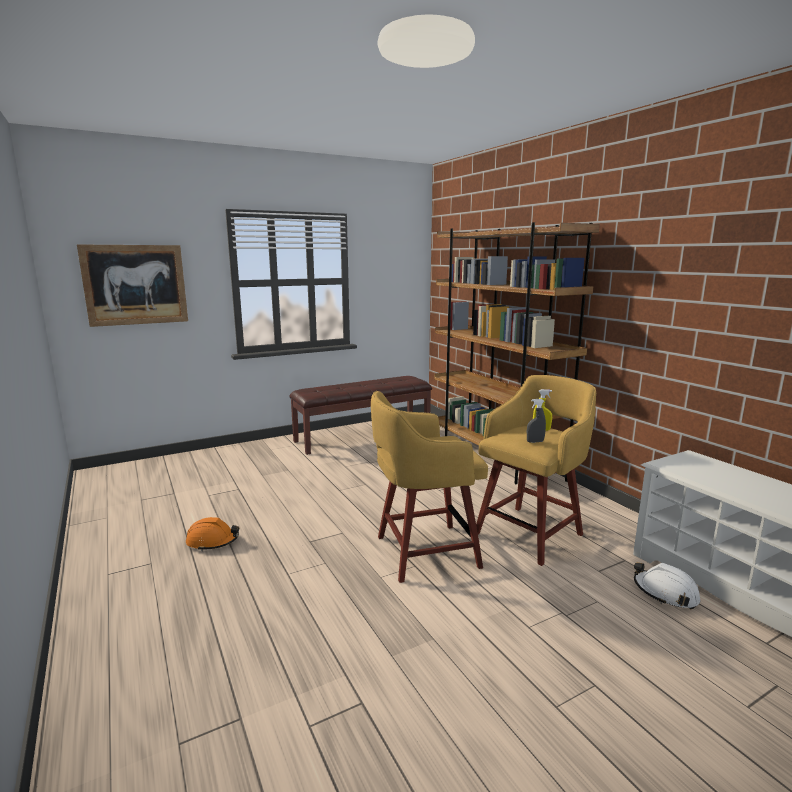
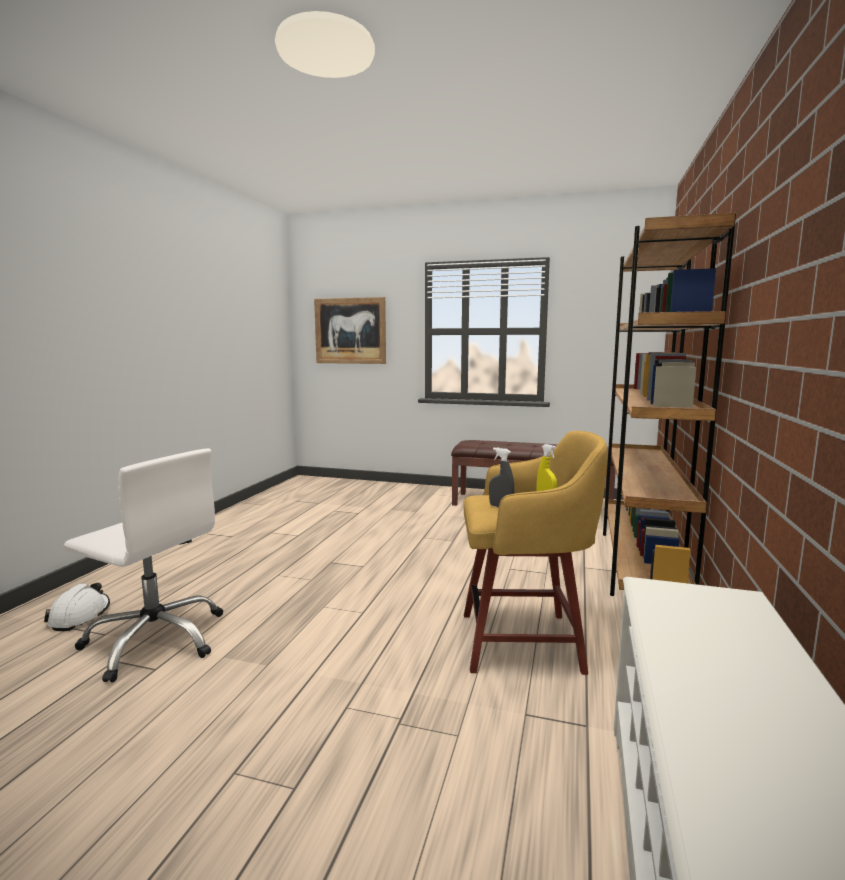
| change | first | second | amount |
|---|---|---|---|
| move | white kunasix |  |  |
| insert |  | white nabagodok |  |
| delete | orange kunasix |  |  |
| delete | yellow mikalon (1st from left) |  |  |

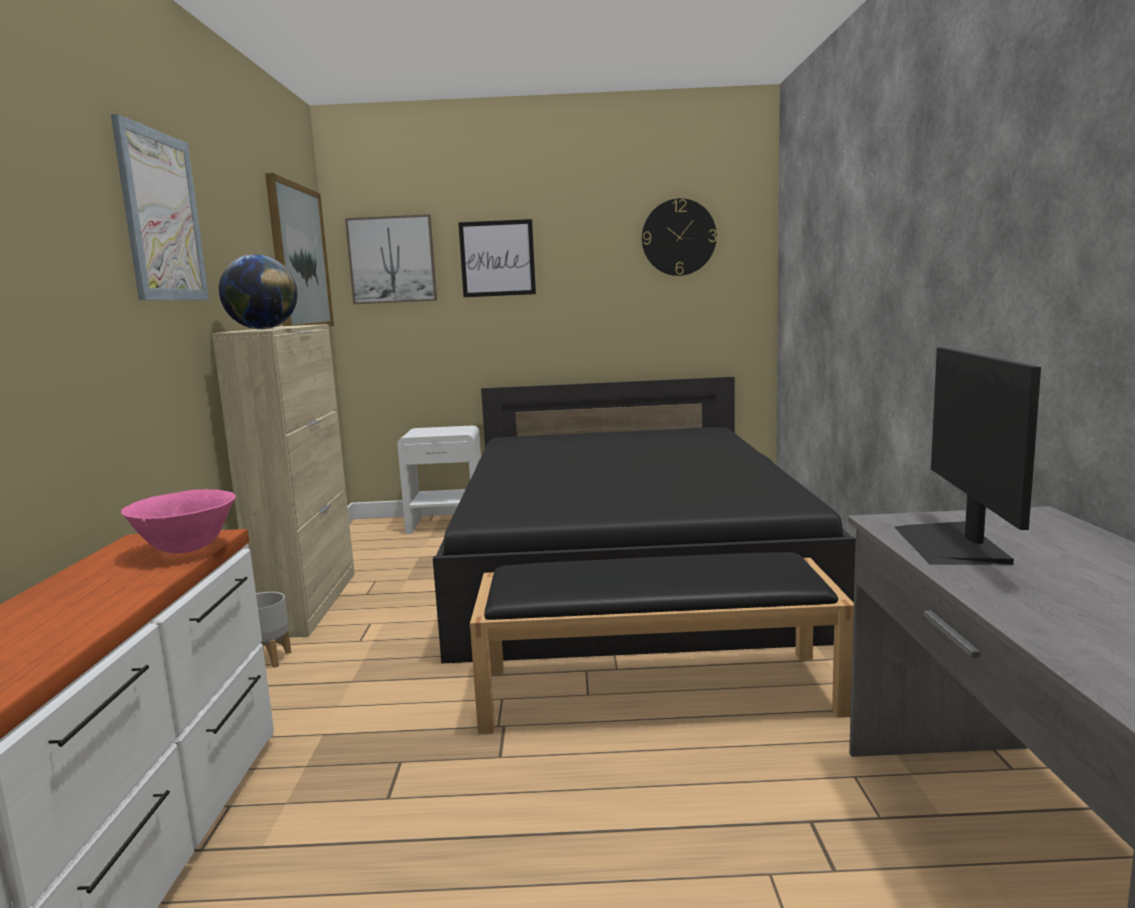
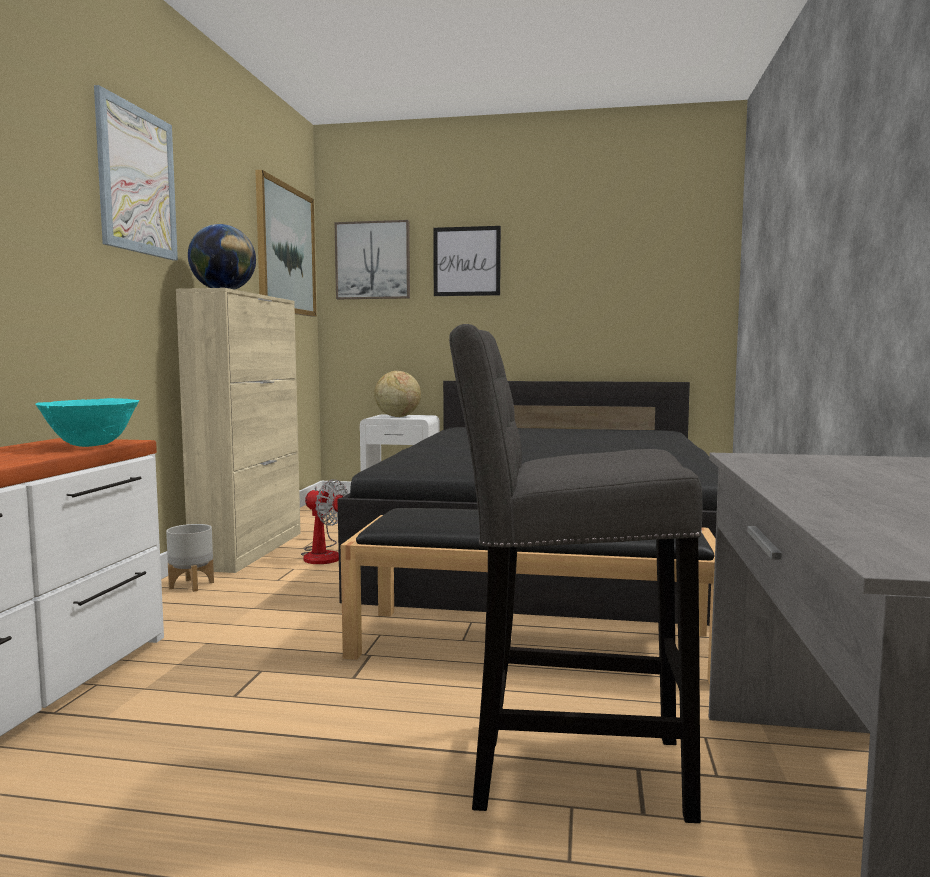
| change | first | second | amount |
|---|---|---|---|
| recolor | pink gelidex | turquoise gelidex |  |
| insert |  | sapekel |  |
| insert |  | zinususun (2nd from left) |  |
| insert |  | grey mikalon |  |
| delete | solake |  |  |
| delete | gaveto |  |  |

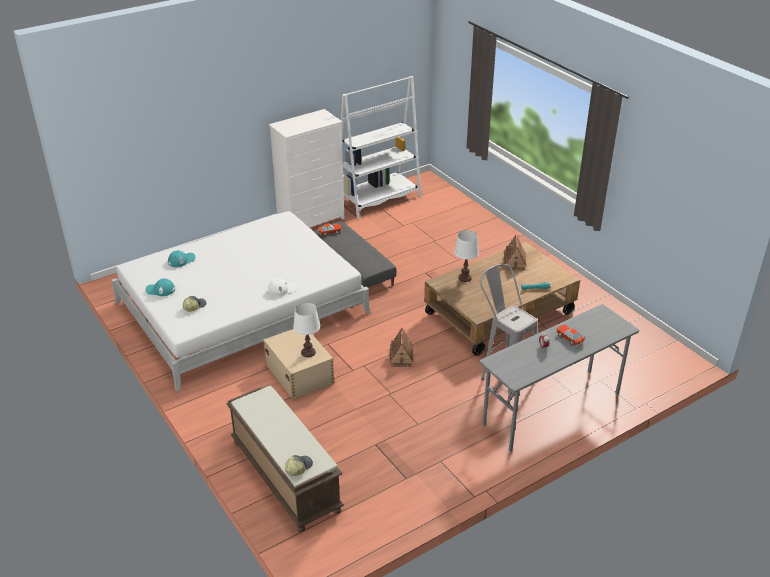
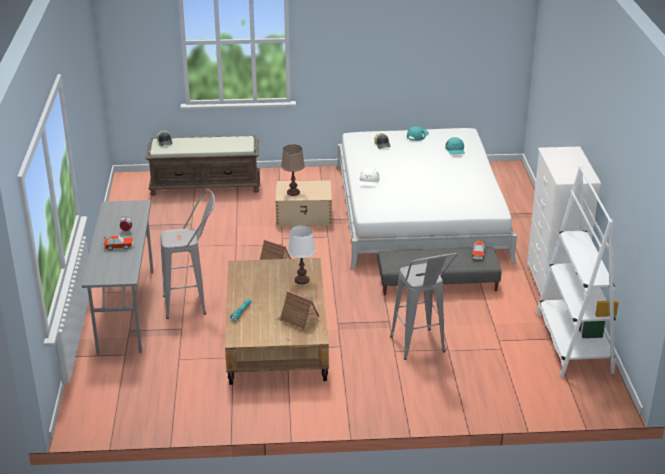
| change | first | second | amount |
|---|---|---|---|
| recolor | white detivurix (1st from left) | brown detivurix |  |
| insert |  | grey mikalon (2nd from left) |  |

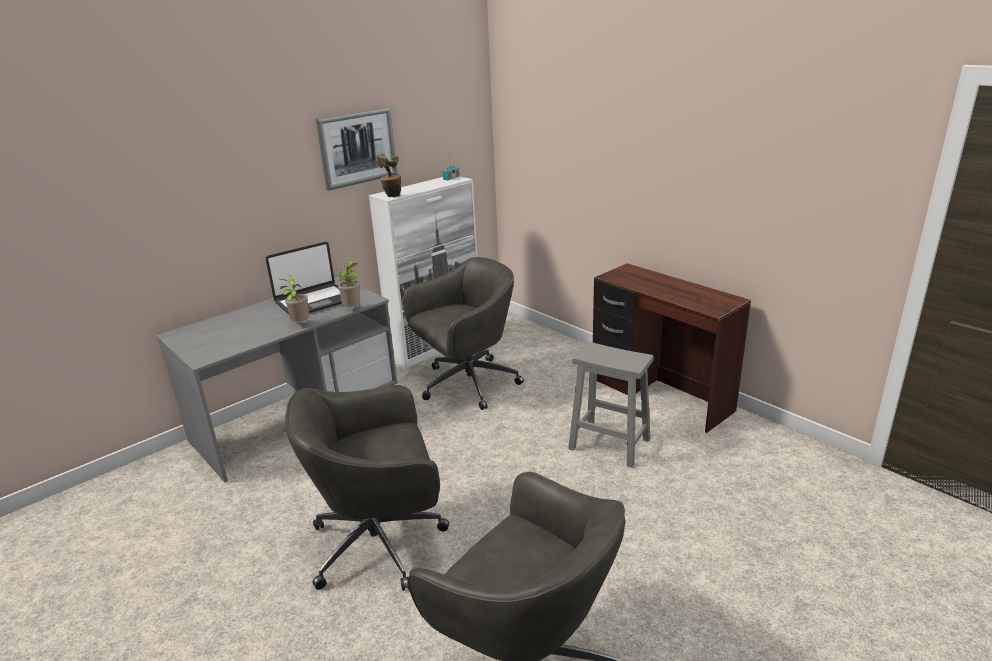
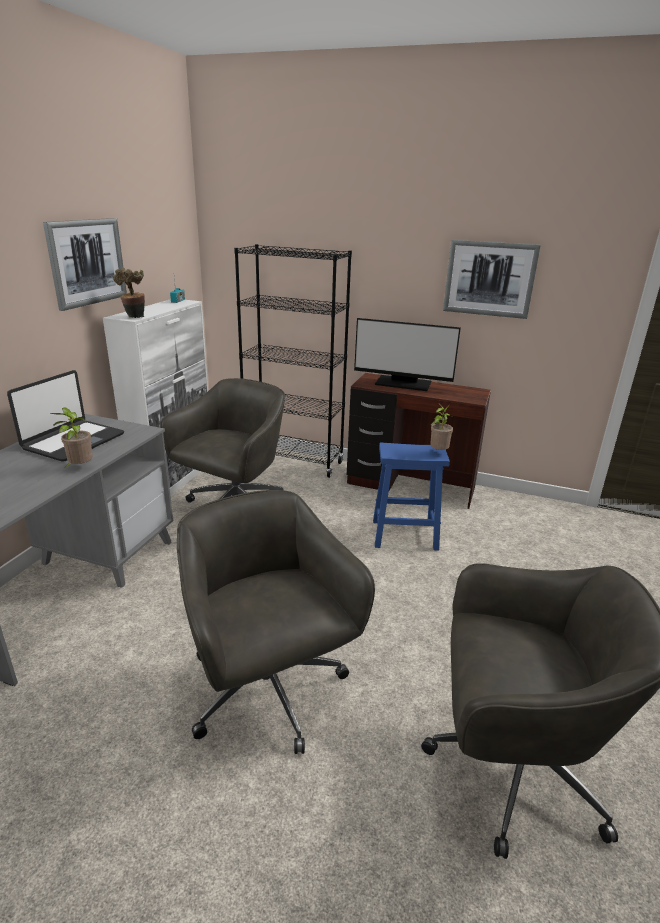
| change | first | second | amount |
|---|---|---|---|
| rotate | grey nabagodok (1st from left in the first image) | grey nabagodok (2nd from left) | 105 degrees clockwise |
| insert |  | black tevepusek |  |
| insert |  | gaveto |  |
| recolor | grey mikalon | blue mikalon |  |
| move | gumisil (2nd from left in the first image) | gumisil (3rd from left) |  |
| insert |  | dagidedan (2nd from left) |  |

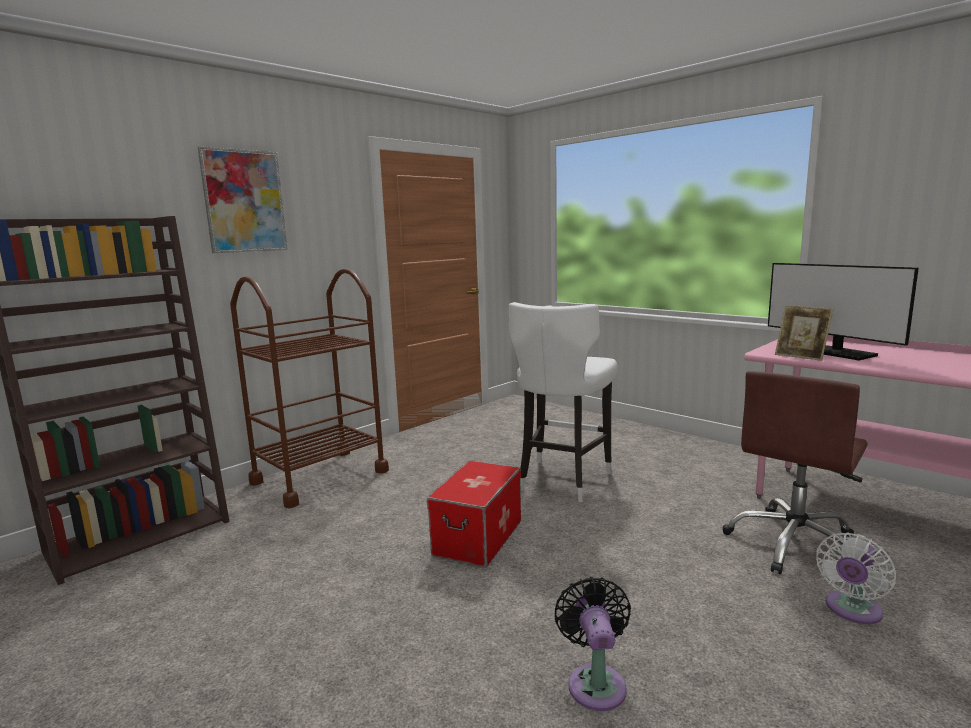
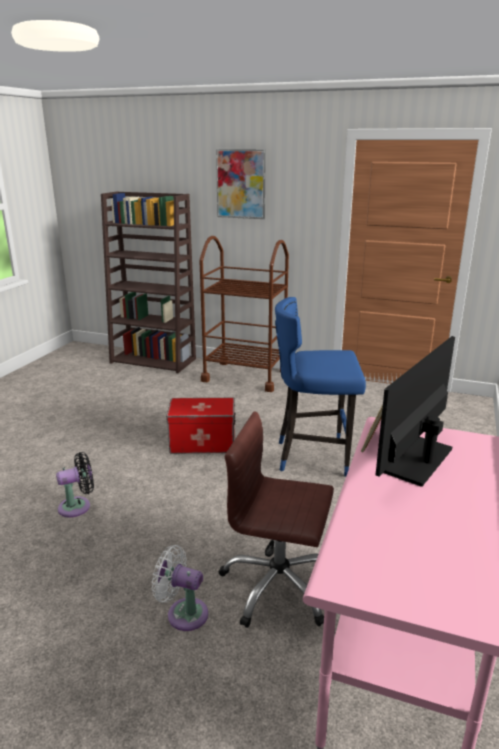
| change | first | second | amount |
|---|---|---|---|
| recolor | white mikalon | blue mikalon |  |

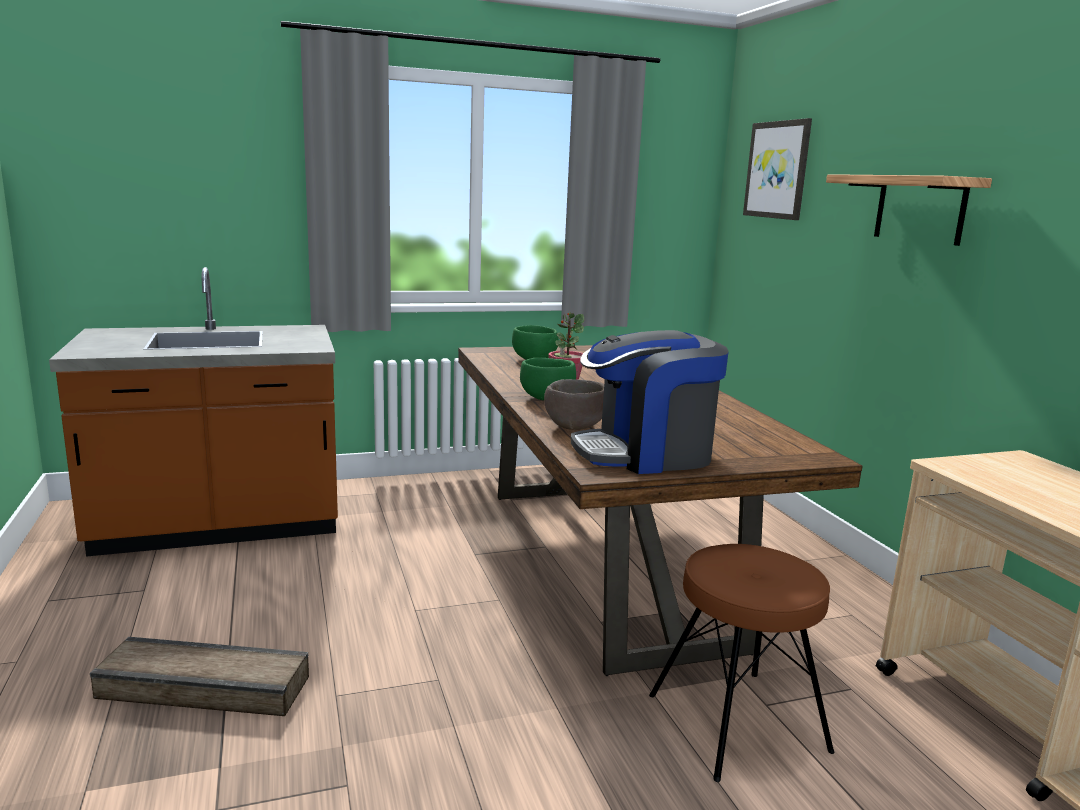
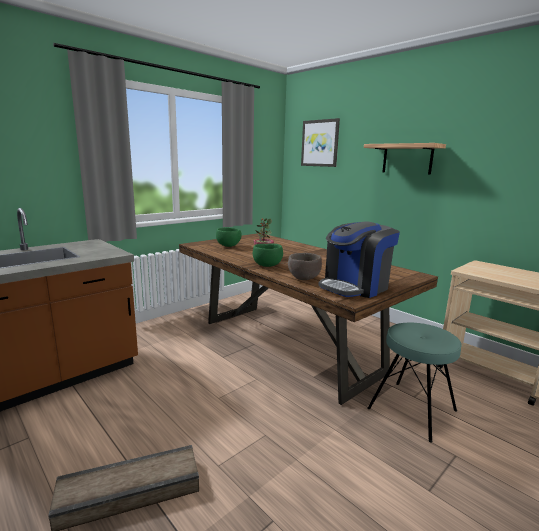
| change | first | second | amount |
|---|---|---|---|
| recolor | brown mikalon | turquoise mikalon |  |

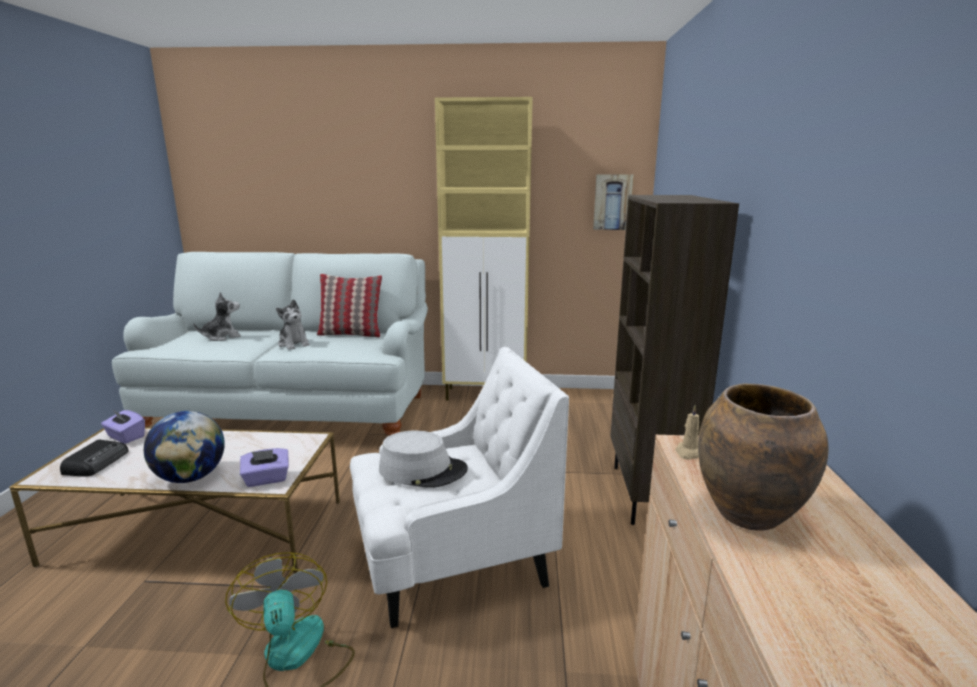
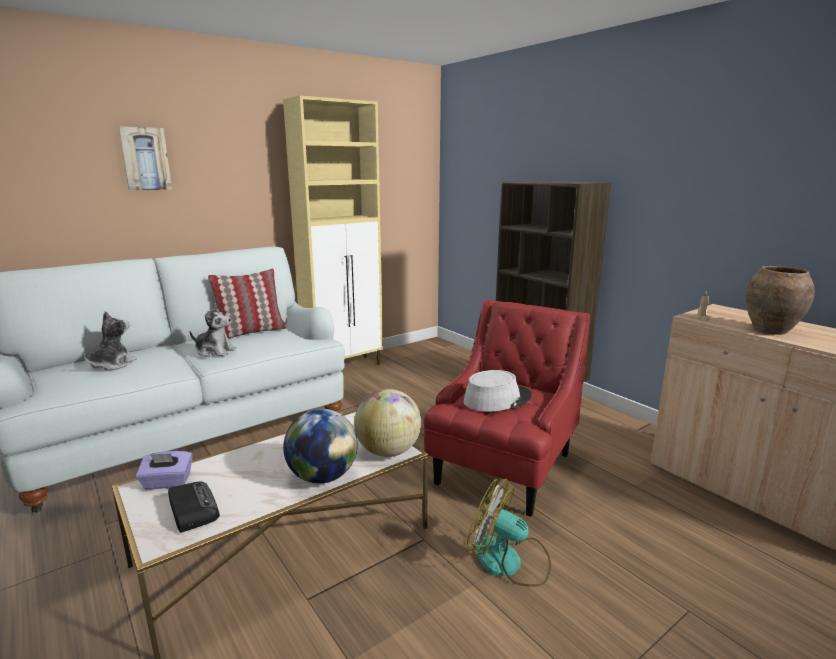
| change | first | second | amount |
|---|---|---|---|
| move | dagidedan |  |  |
| replace | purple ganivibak (2nd from left) | zinususun (2nd from left) |  |
| recolor | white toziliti | red toziliti |  |

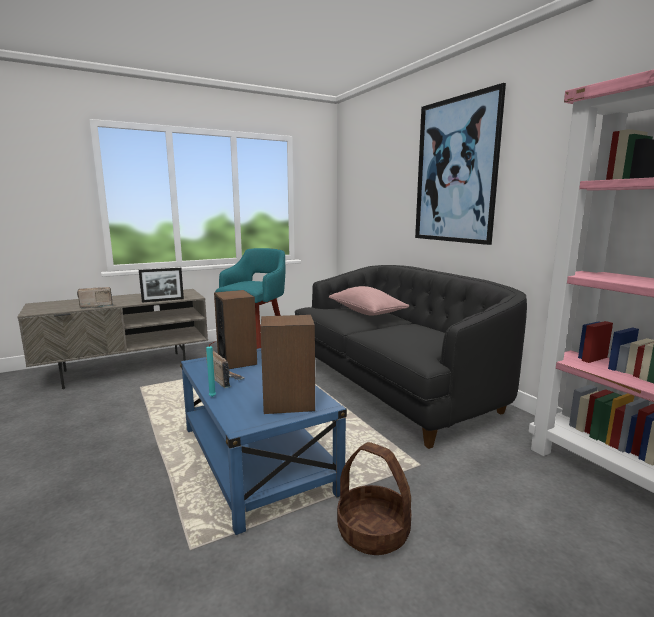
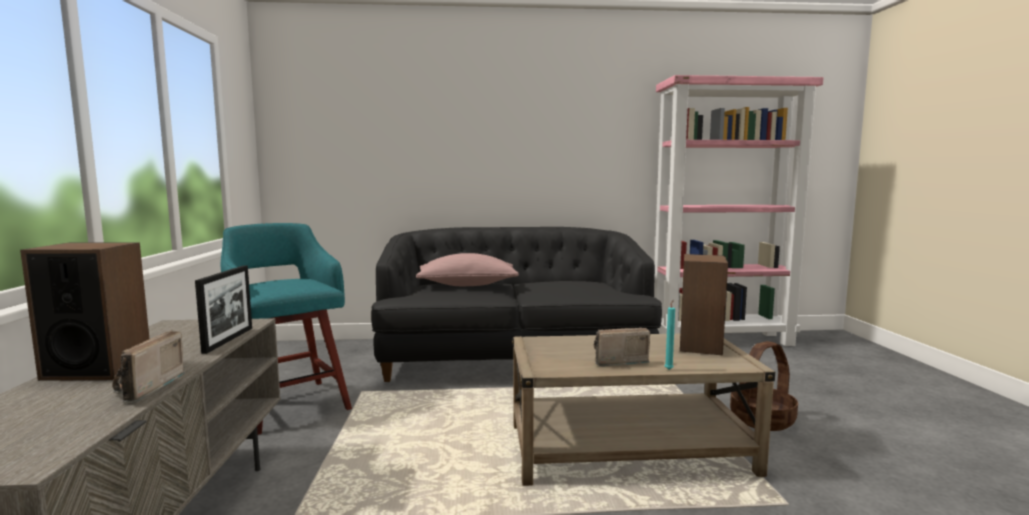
| change | first | second | amount |
|---|---|---|---|
| move | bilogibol (1st from left) |  |  |
| recolor | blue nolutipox | beige nolutipox |  |
| delete | dagidedan |  |  |

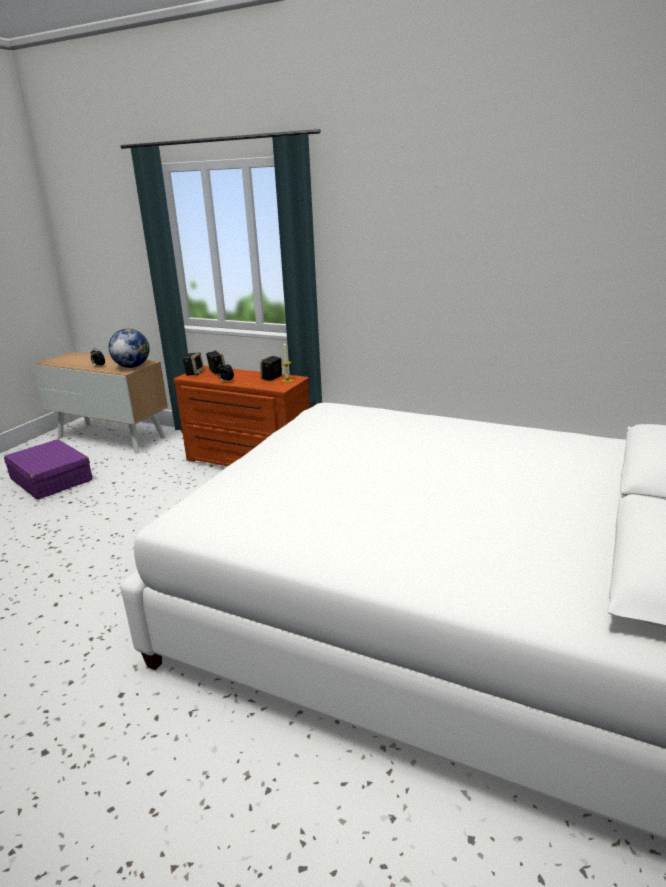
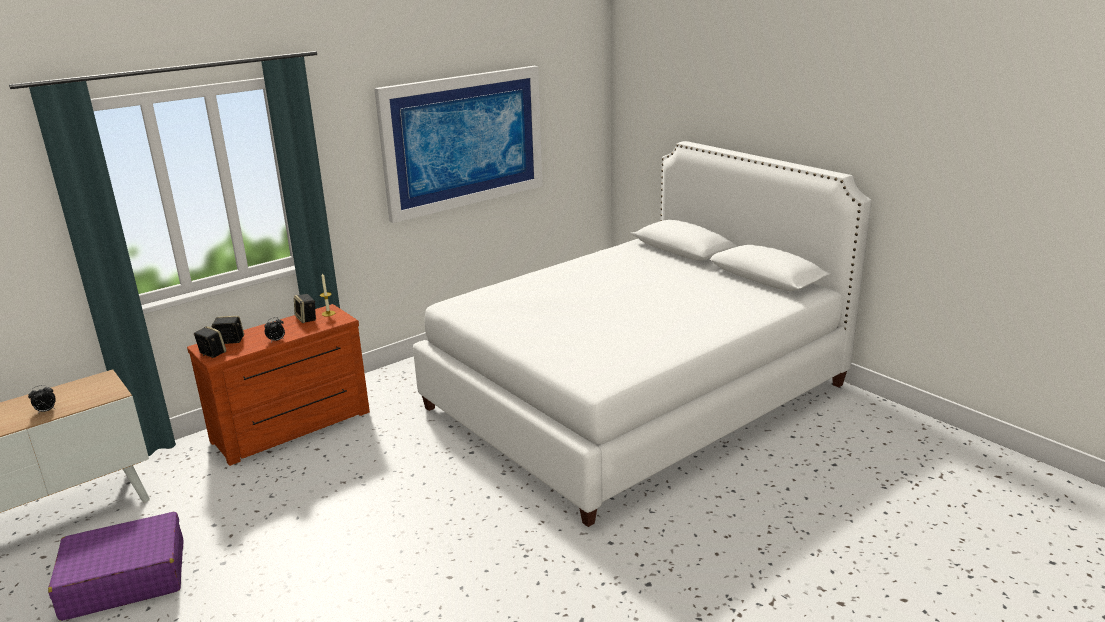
| change | first | second | amount |
|---|---|---|---|
| insert |  | dagidedan |  |
| delete | zinususun |  |  |

